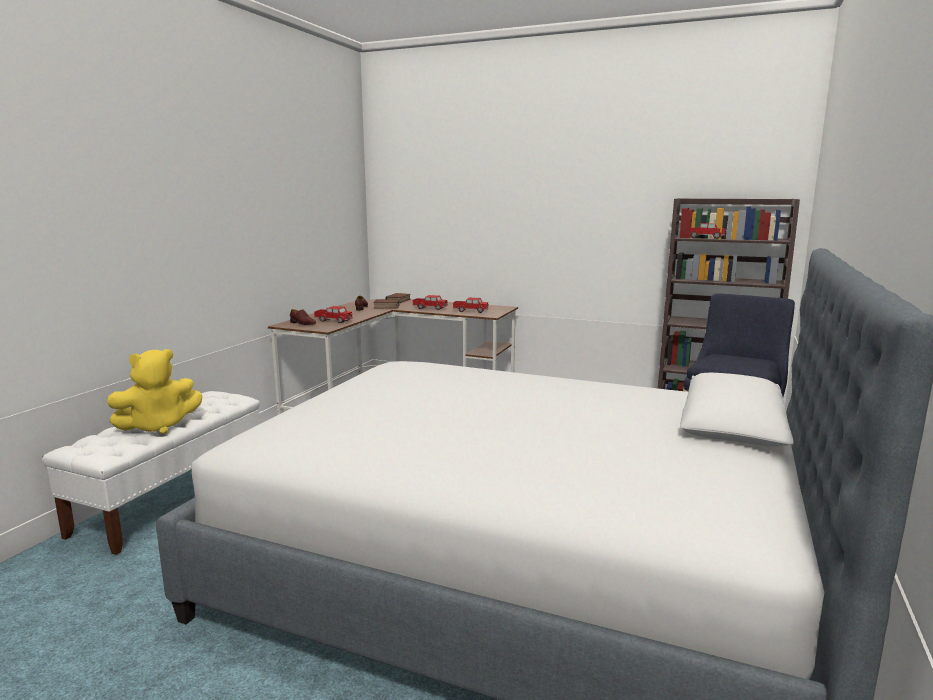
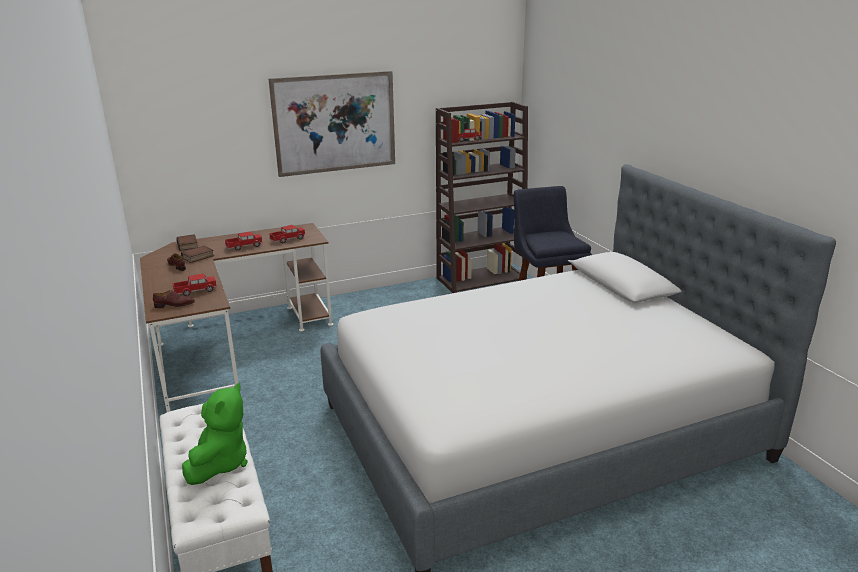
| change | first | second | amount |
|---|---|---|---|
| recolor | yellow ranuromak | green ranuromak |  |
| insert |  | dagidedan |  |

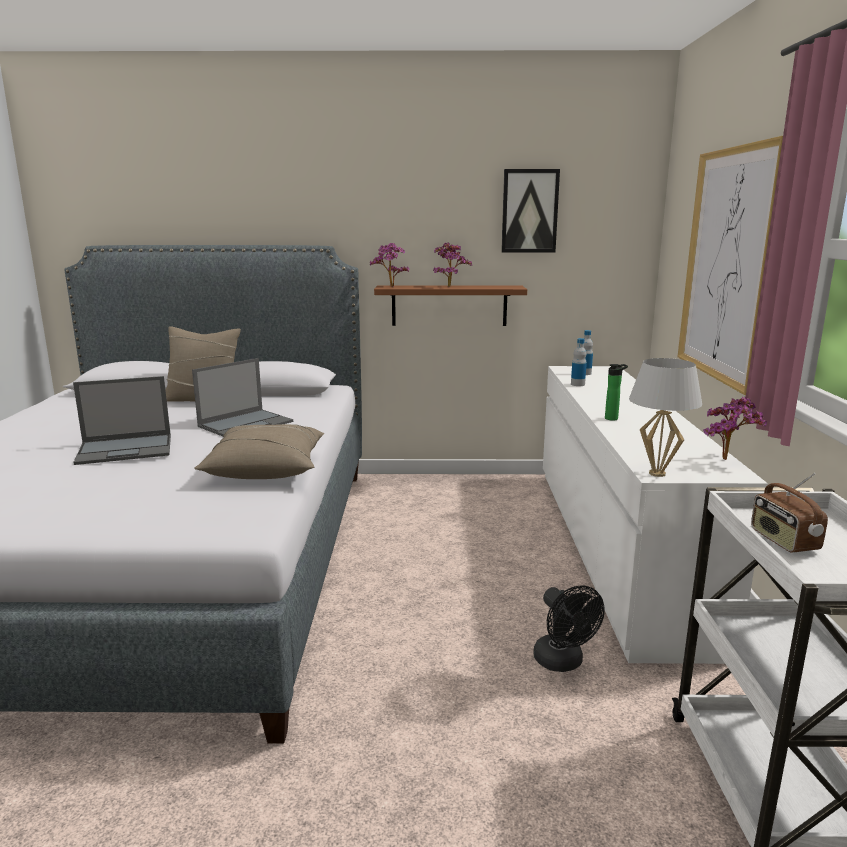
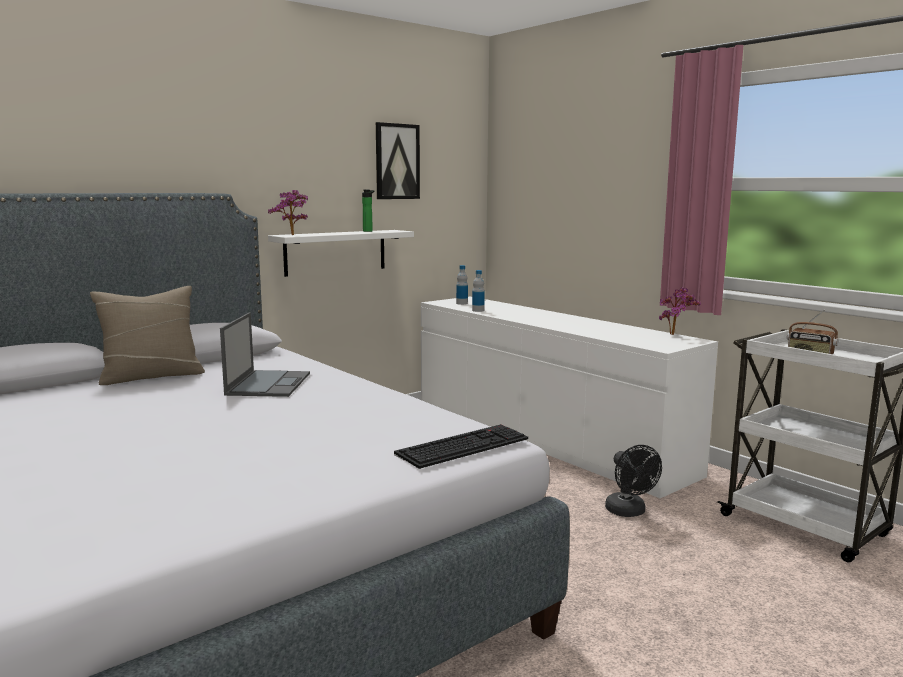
| change | first | second | amount |
|---|---|---|---|
| recolor | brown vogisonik | white vogisonik |  |
| move | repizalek (3rd from left in the first image) | repizalek (1st from left) |  |
| insert |  | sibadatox |  |
| rotate | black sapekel |  | 45 degrees clockwise |
| delete | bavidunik (1st from left) |  |  |
| delete | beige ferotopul (2nd from left) |  |  |
| delete | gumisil (2nd from left) |  |  |
| delete | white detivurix |  |  |
| delete | dagidedan (2nd from left) |  |  |

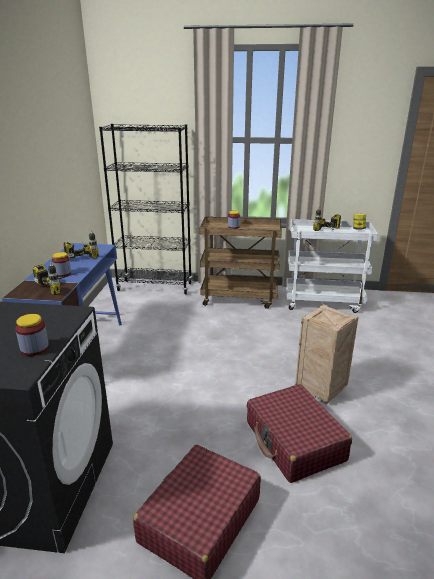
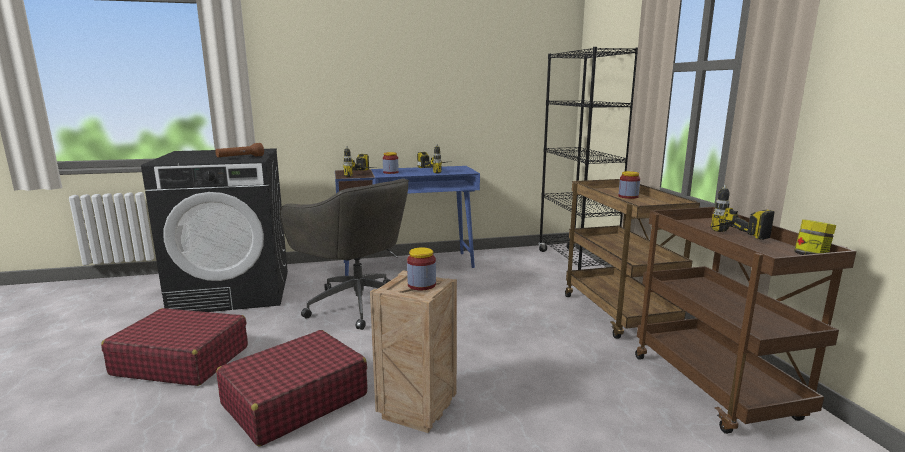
| change | first | second | amount |
|---|---|---|---|
| insert |  | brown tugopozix |  |
| insert |  | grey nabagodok |  |
| move | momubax (1st from left in the first image) | momubax (2nd from left) |  |
| recolor | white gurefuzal | brown gurefuzal (2nd from left) |  |

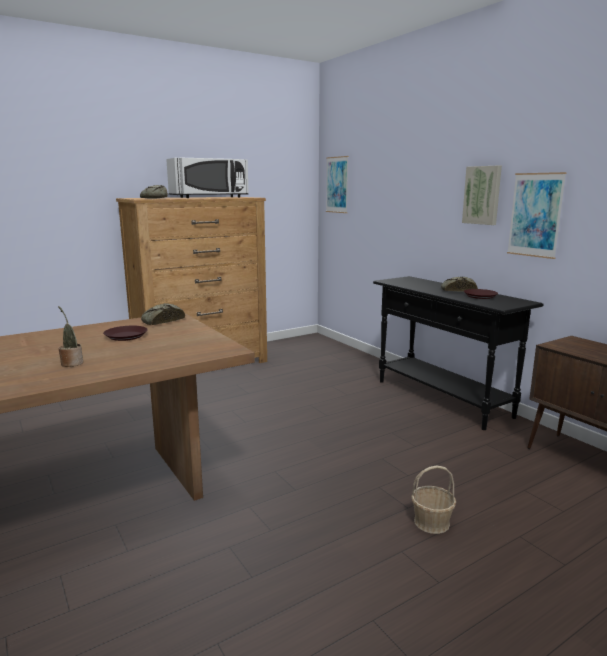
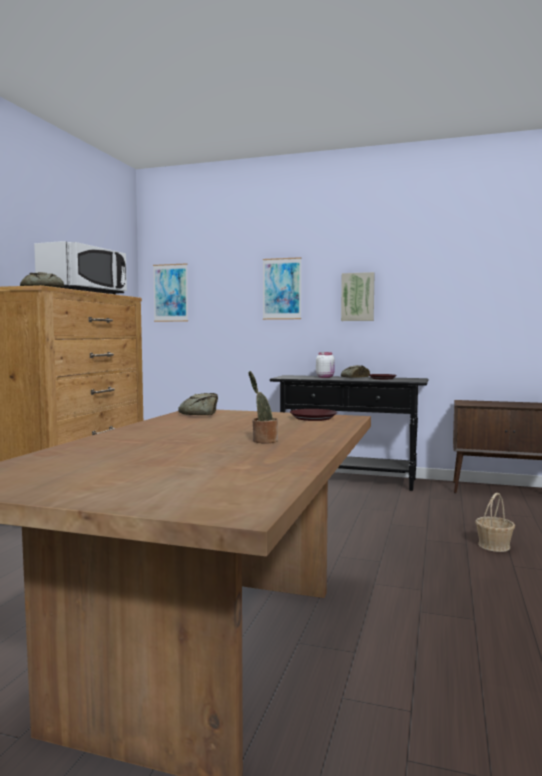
| change | first | second | amount |
|---|---|---|---|
| move | dagidedan (3rd from left in the first image) | dagidedan (2nd from left) |  |
| move | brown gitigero (1st from left) |  |  |
| insert |  | white momubax |  |

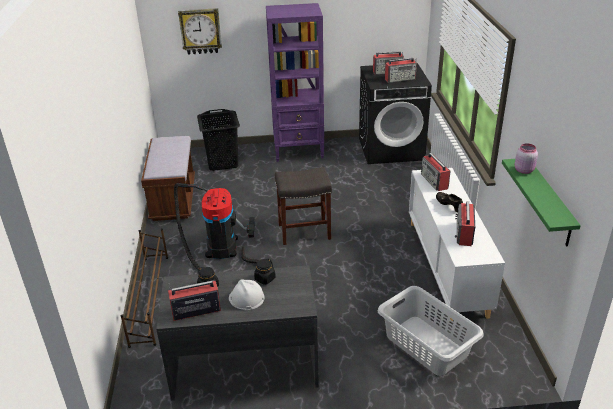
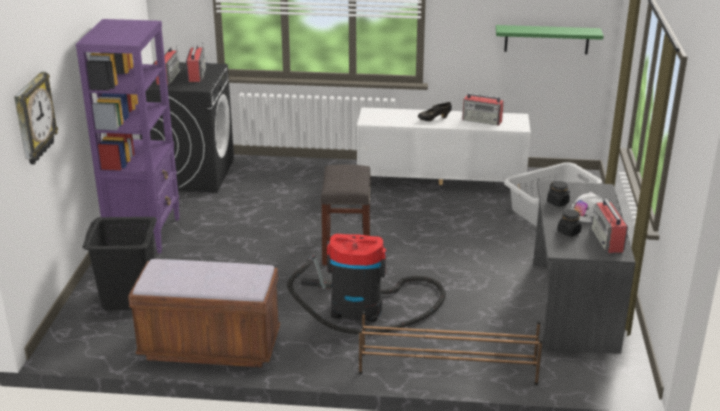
| change | first | second | amount |
|---|---|---|---|
| delete | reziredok (4th from left) |  |  |
| delete | pink momubax |  |  |

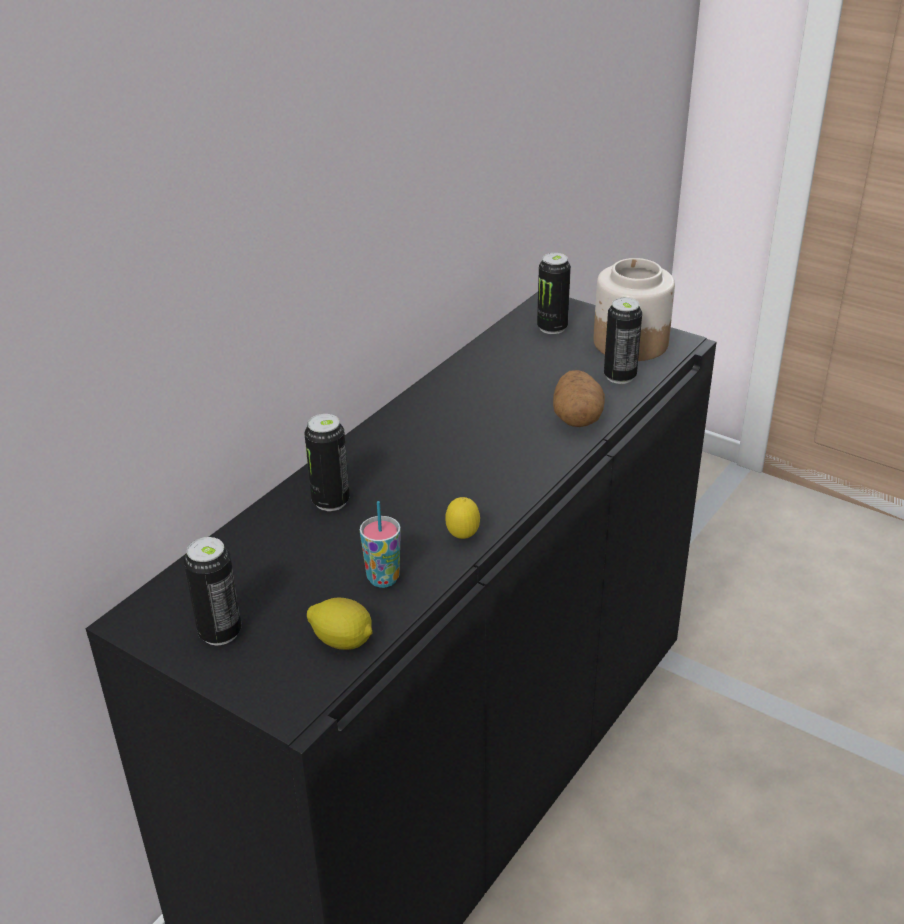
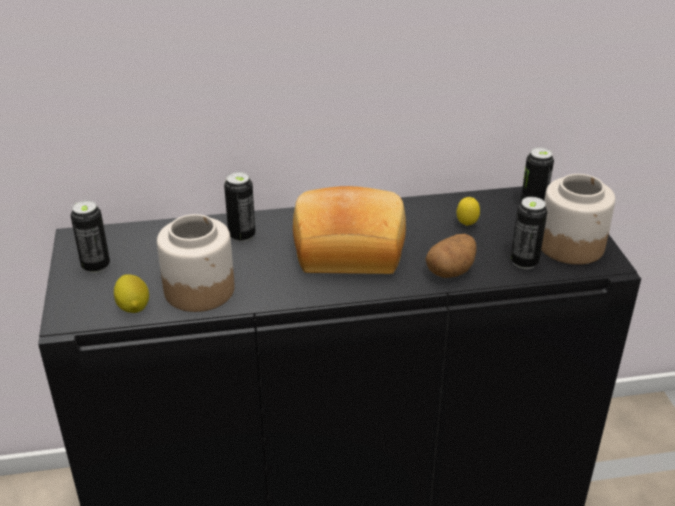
| change | first | second | amount |
|---|---|---|---|
| replace | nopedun | momubax (1st from left) |  |
| insert |  | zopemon |  |
| move | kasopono (2nd from left) |  |  |

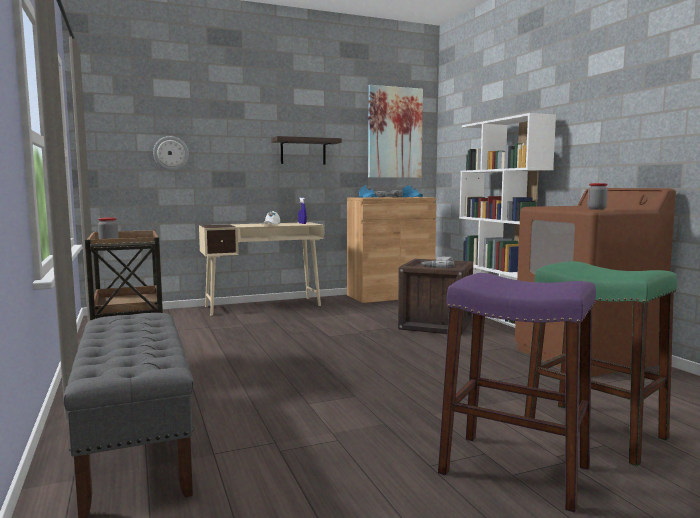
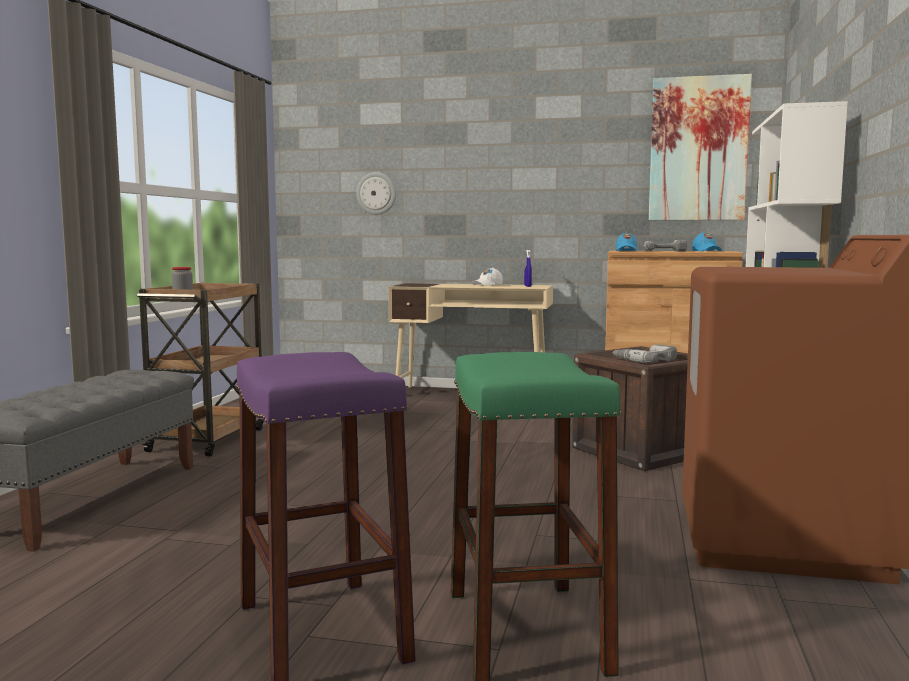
| change | first | second | amount |
|---|---|---|---|
| delete | vogisonik |  |  |
| delete | momubax (2nd from left) |  |  |

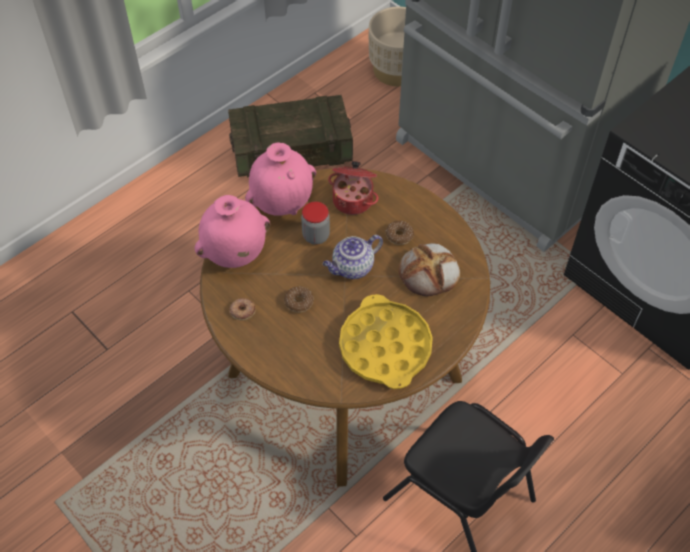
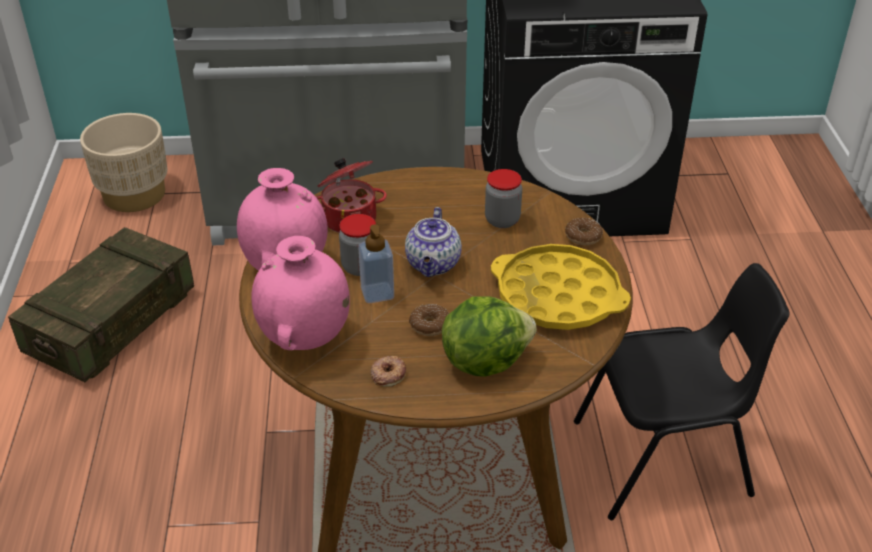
| change | first | second | amount |
|---|---|---|---|
| insert |  | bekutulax |  |
| insert |  | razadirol |  |
| replace | zopemon | momubax (2nd from left) |  |
| move | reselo (3rd from left) |  |  |

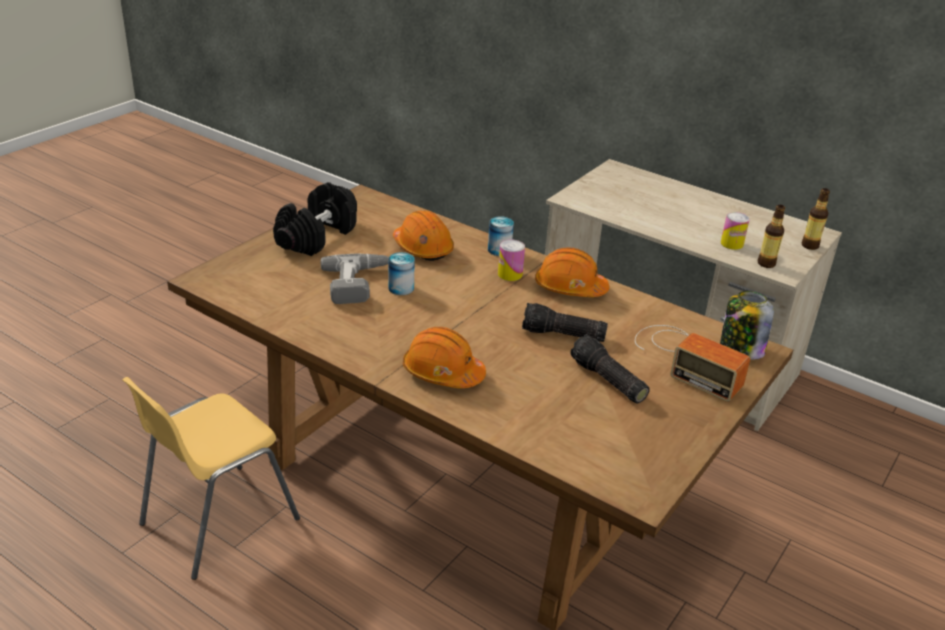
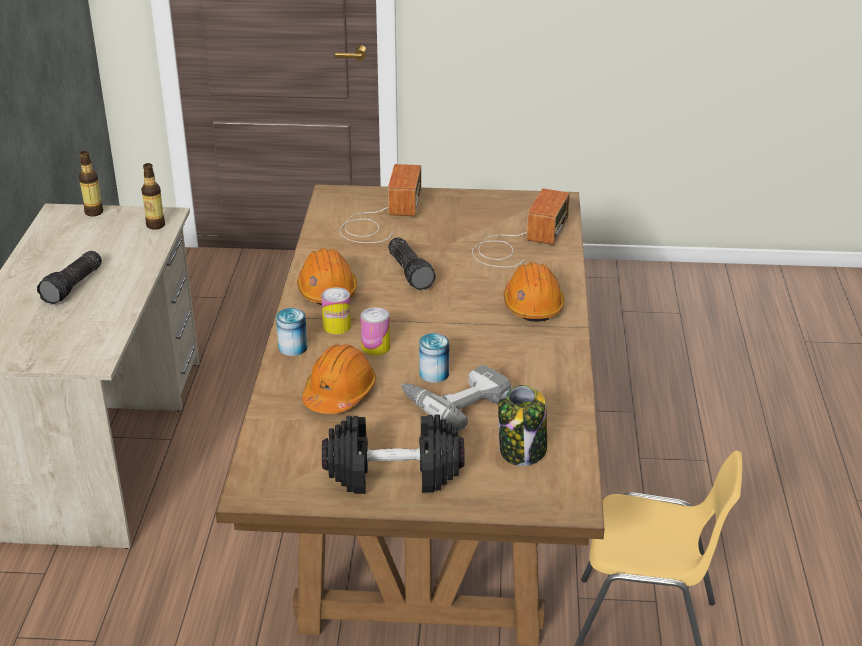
| change | first | second | amount |
|---|---|---|---|
| move | tugopozix (2nd from left in the first image) | tugopozix (1st from left) |  |
| move | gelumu (4th from left in the first image) | gelumu (3rd from left) |  |
| insert |  | reziredok (2nd from left) |  |
| move | momubax |  |  |

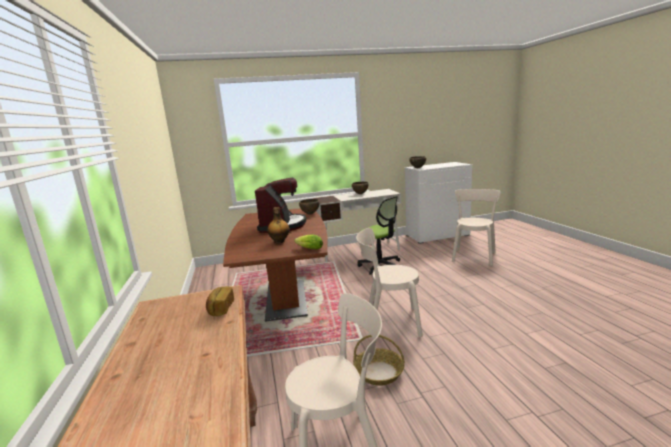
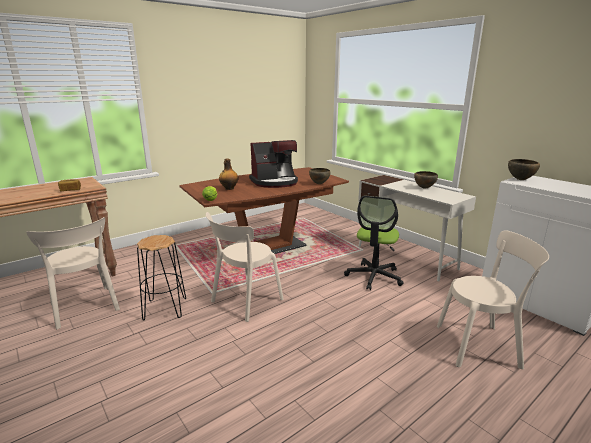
| change | first | second | amount |
|---|---|---|---|
| replace | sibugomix | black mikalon |  |
| rotate | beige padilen (2nd from left) |  | 120 degrees counterclockwise |

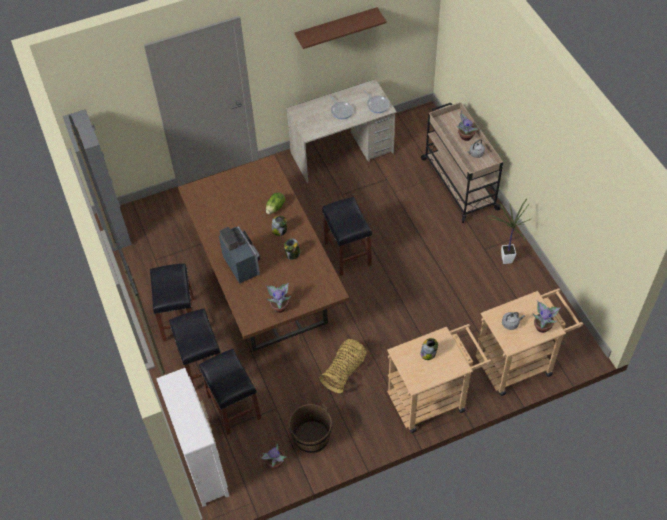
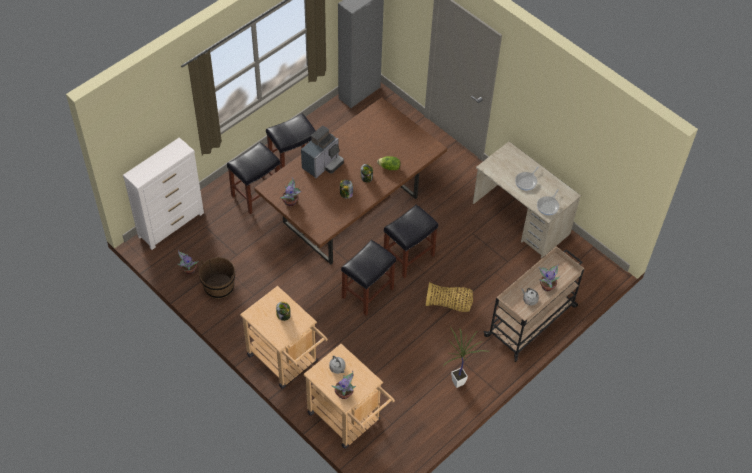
| change | first | second | amount |
|---|---|---|---|
| move | black mikalon (3rd from left) |  |  |
| move | sibugomix |  |  |
| delete | brown vogisonik |  |  |

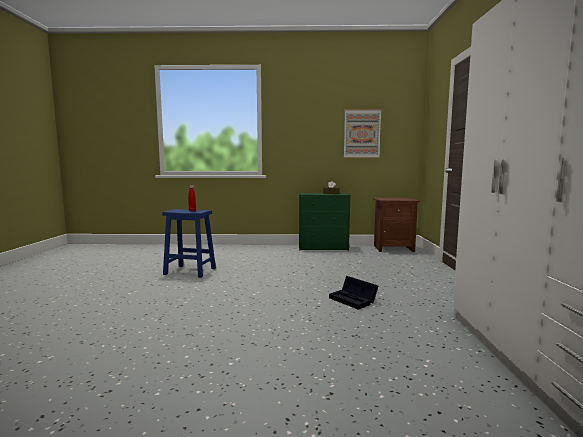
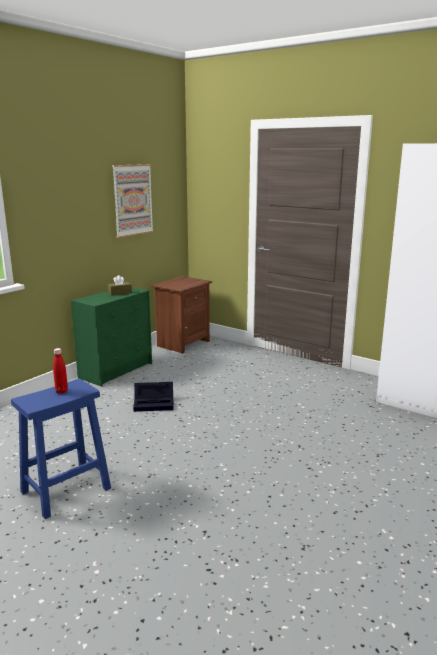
| change | first | second | amount |
|---|---|---|---|
| move | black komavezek |  |  |

